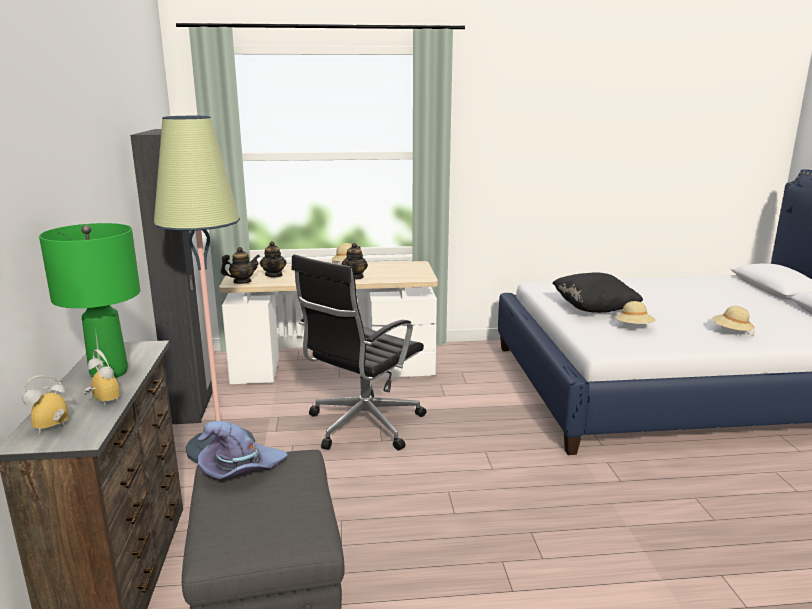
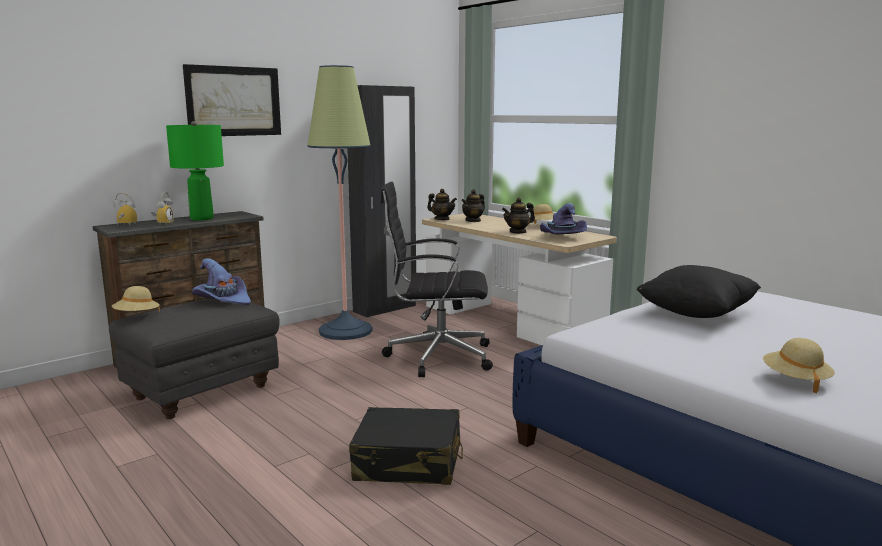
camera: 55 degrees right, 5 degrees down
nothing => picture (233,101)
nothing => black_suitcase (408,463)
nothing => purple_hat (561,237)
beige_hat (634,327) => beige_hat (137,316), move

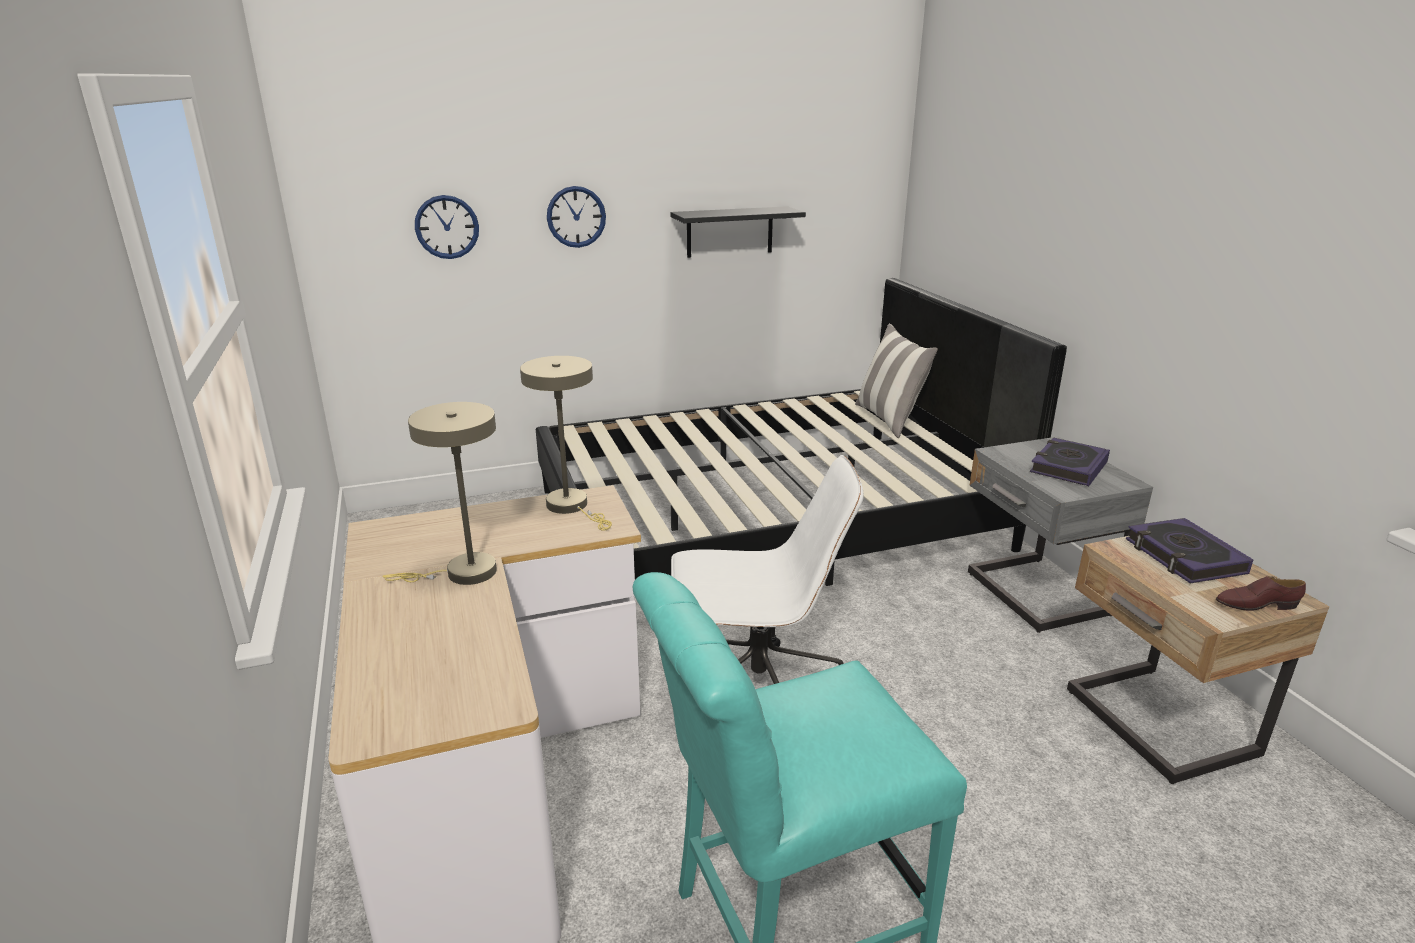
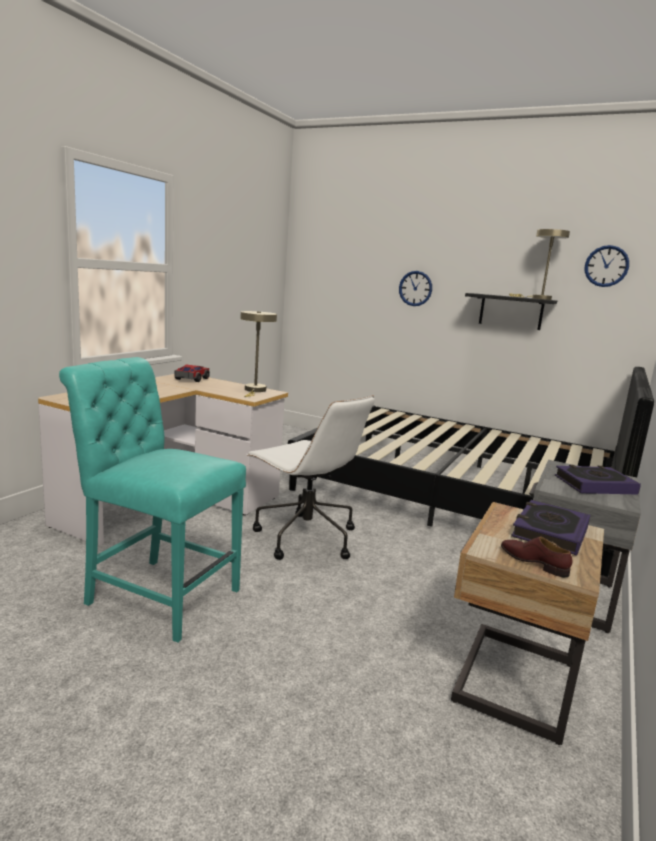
camera: 45 degrees right, 10 degrees down
pillow (889,420) => nothing
nothing => toy_car (191,379)
beige_table_lamp (462,573) => beige_table_lamp (537,298), move
wall_clock (447,227) => wall_clock (606,266), move

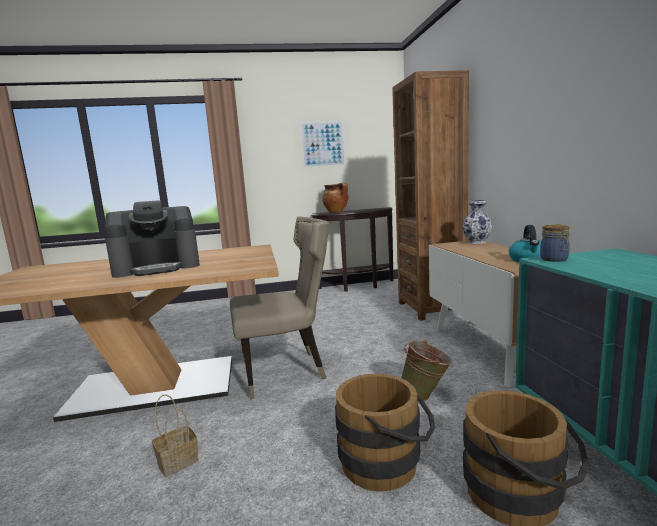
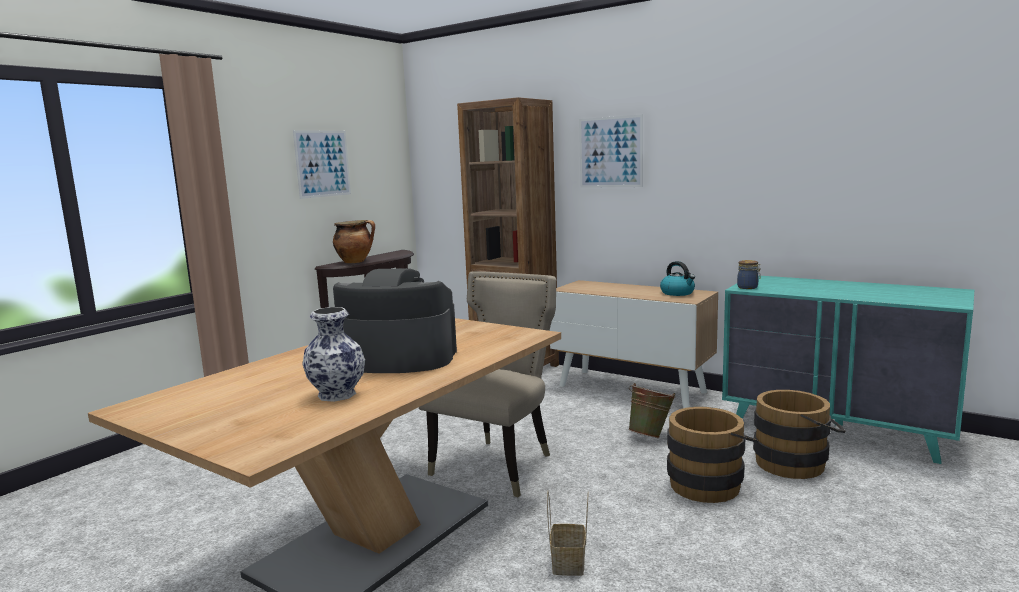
camera: 45 degrees left, 0 degrees up
nothing => picture (610,152)
vase (476,242) => vase (336,395), move
coffee_machine (158,267) => coffee_machine (397,358), 105 degrees counterclockwise

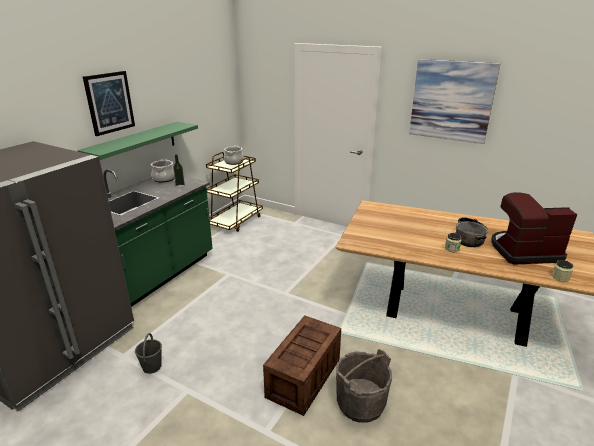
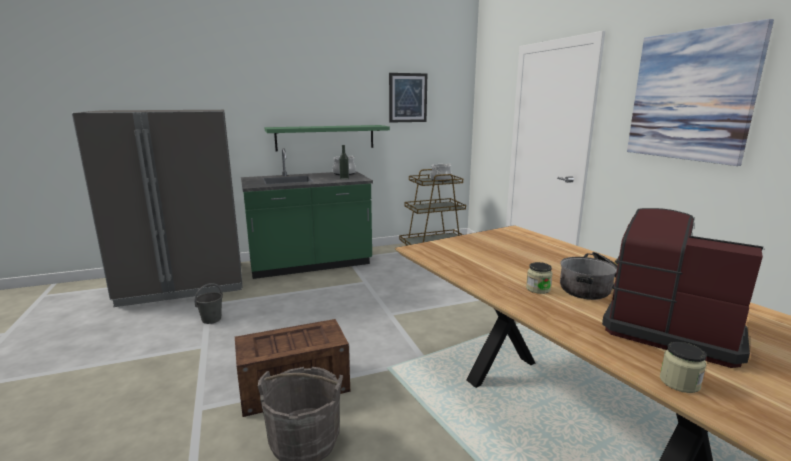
camera: 40 degrees right, 10 degrees down
picture (109,102) => picture (407,98), move

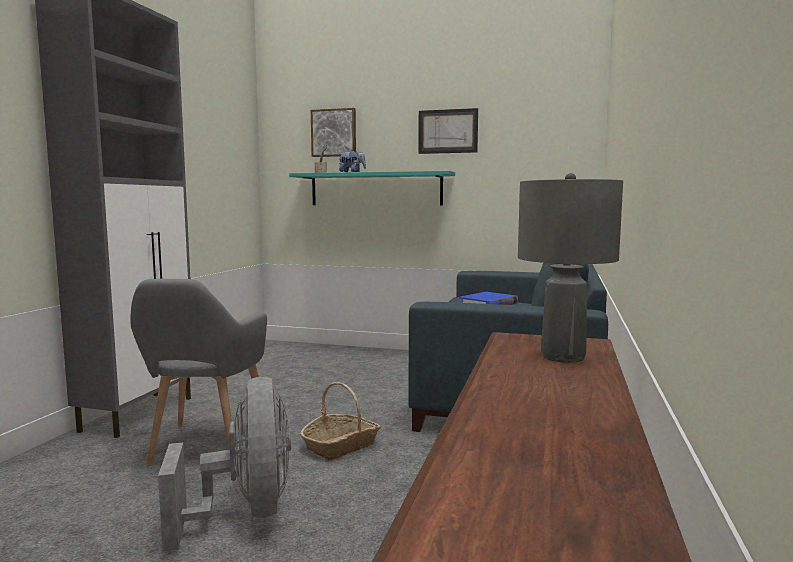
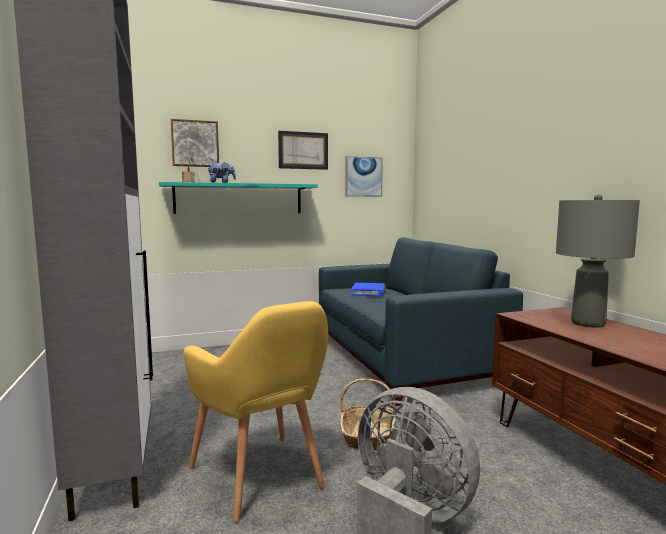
camera: 35 degrees left, 0 degrees up
nothing => picture (363,176)
grey_armchair (205,449) => yellow_armchair (262,481)

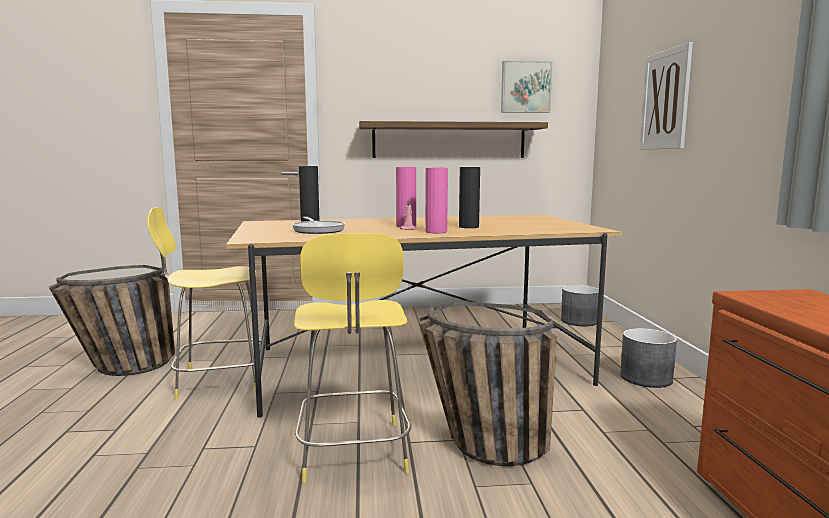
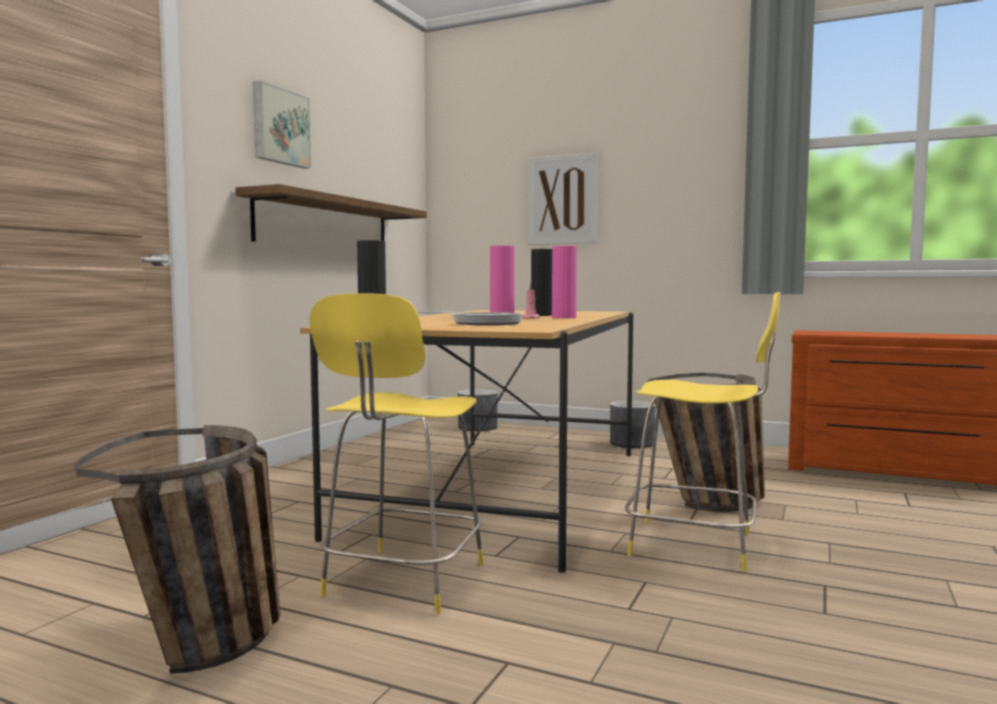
camera: 60 degrees left, 5 degrees down
picture (525,87) => picture (279,127), move

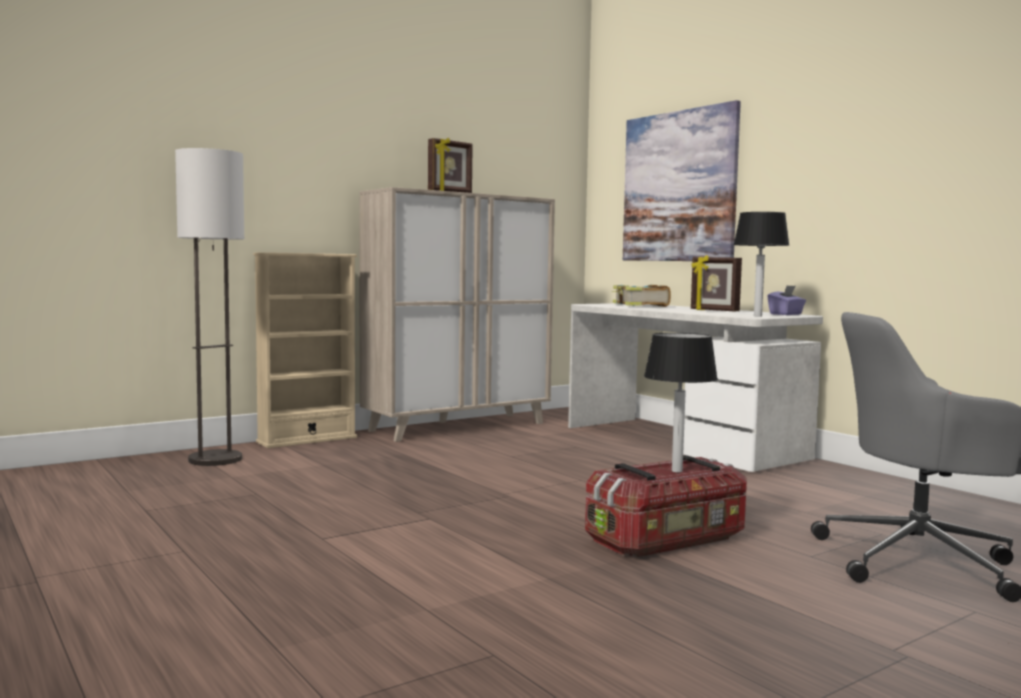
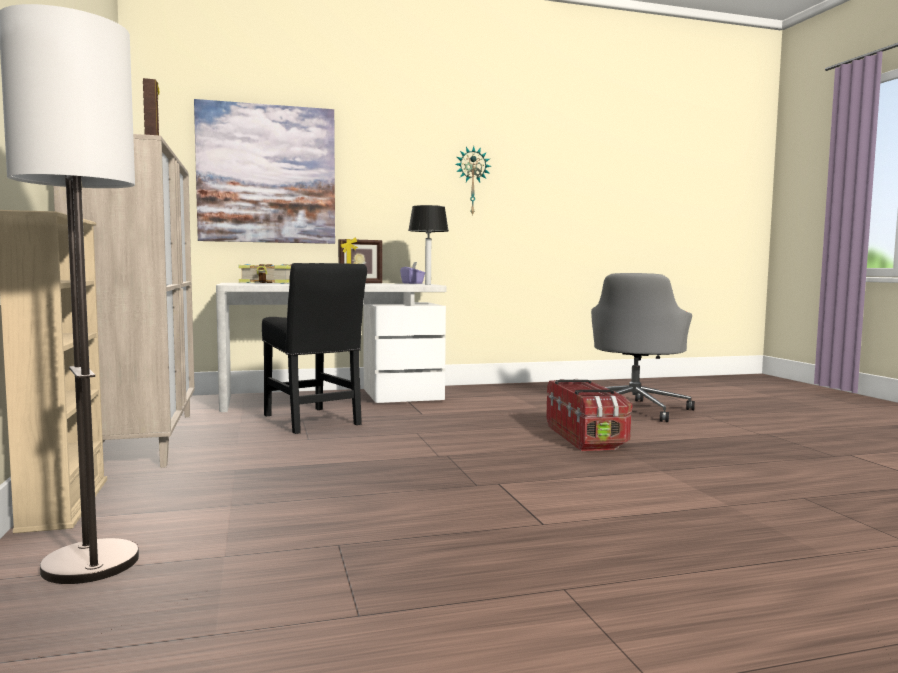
camera: 70 degrees left, 0 degrees up
table_lamp (676,471) => nothing
nothing => black_chair (312,421)
nothing => wall_clock (472,181)

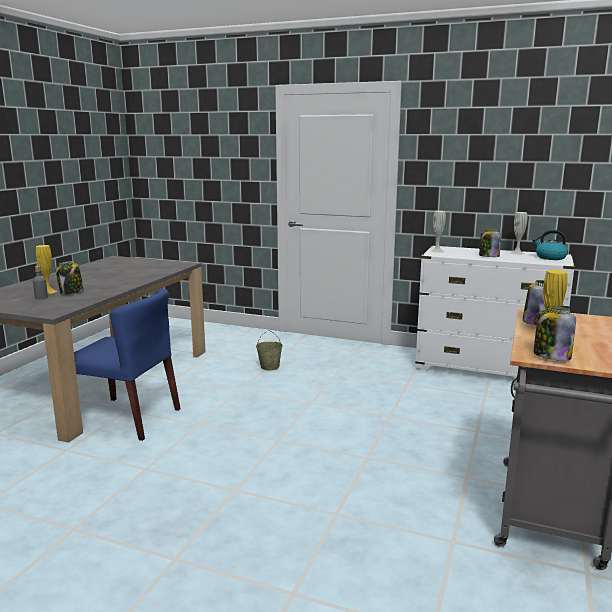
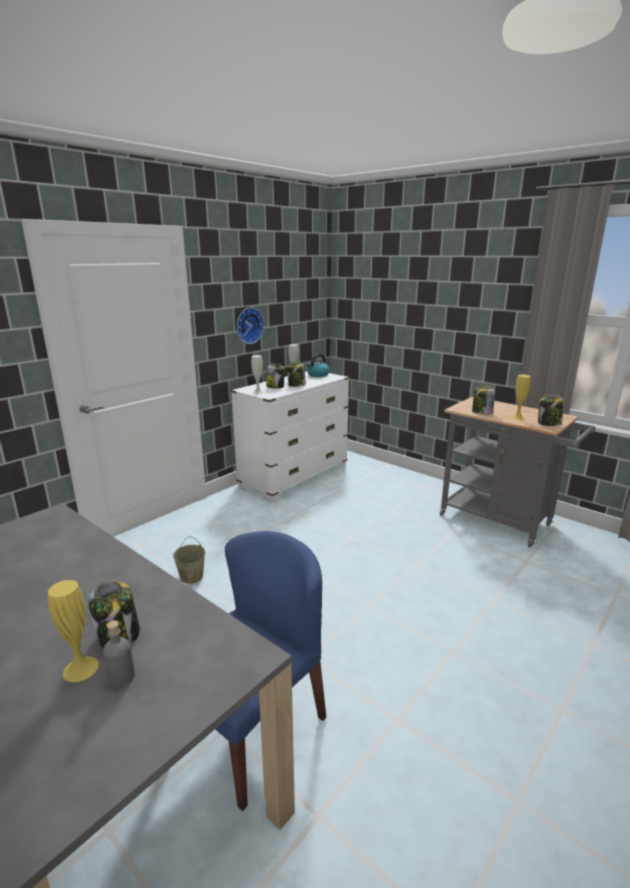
camera: 70 degrees left, 5 degrees up
nothing => wall_clock (248,325)
nothing => jar (275,386)

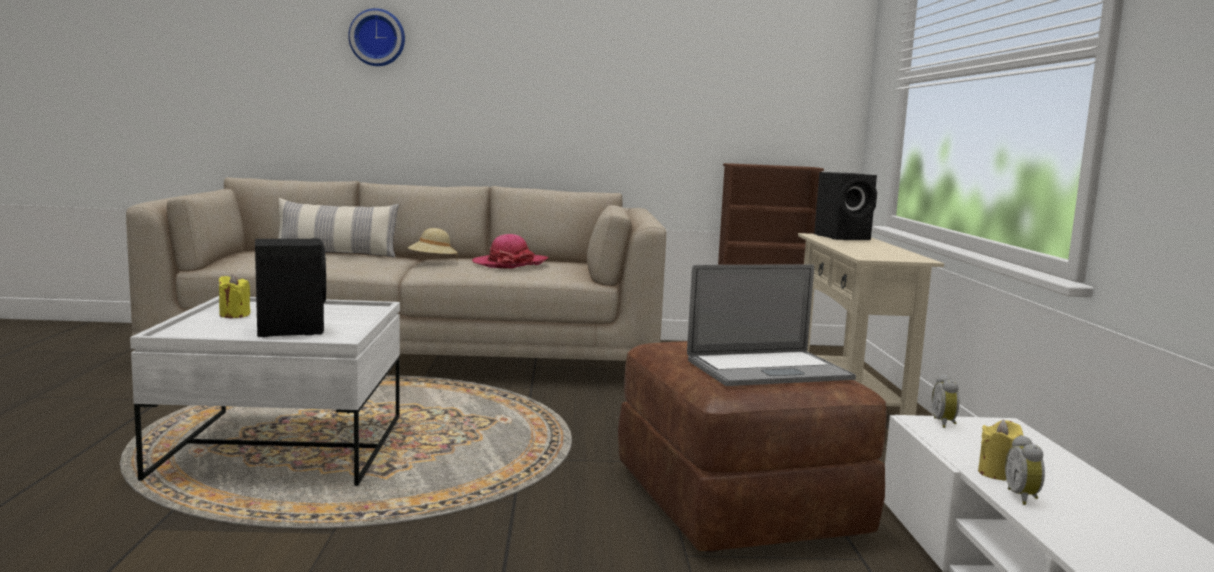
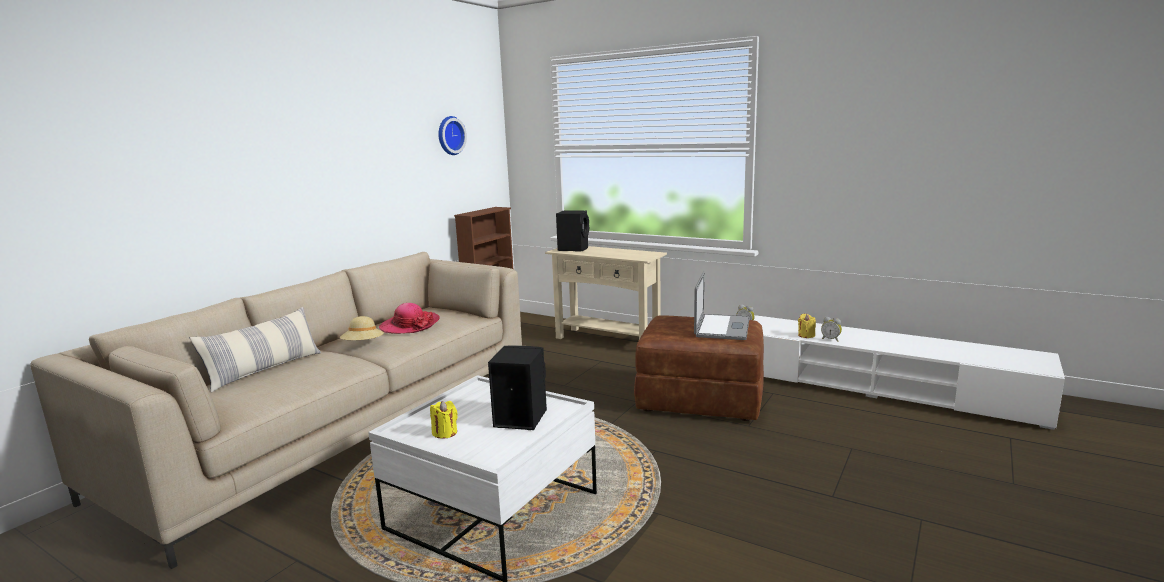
camera: 55 degrees left, 5 degrees up
wall_clock (377,38) => wall_clock (449,135), move

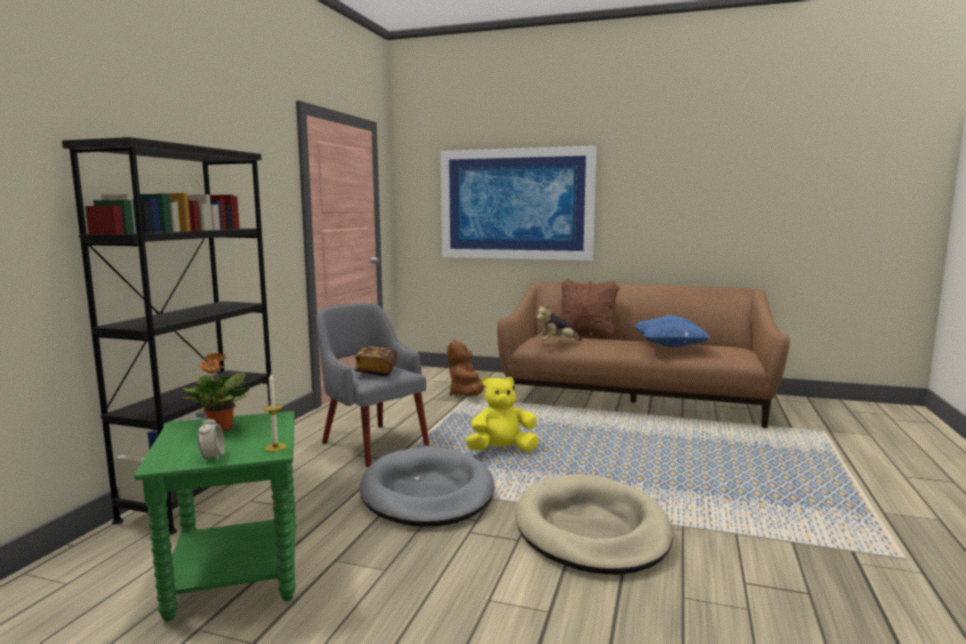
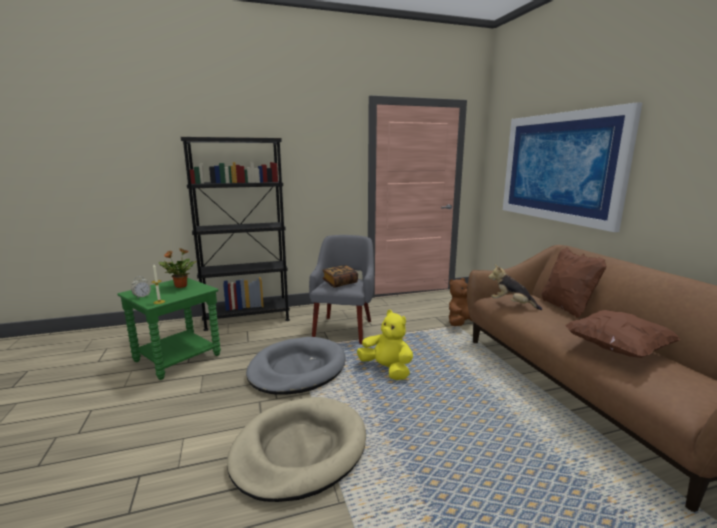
camera: 55 degrees right, 5 degrees up
blue_pillow (670,346) => brown_pillow (616,349)

